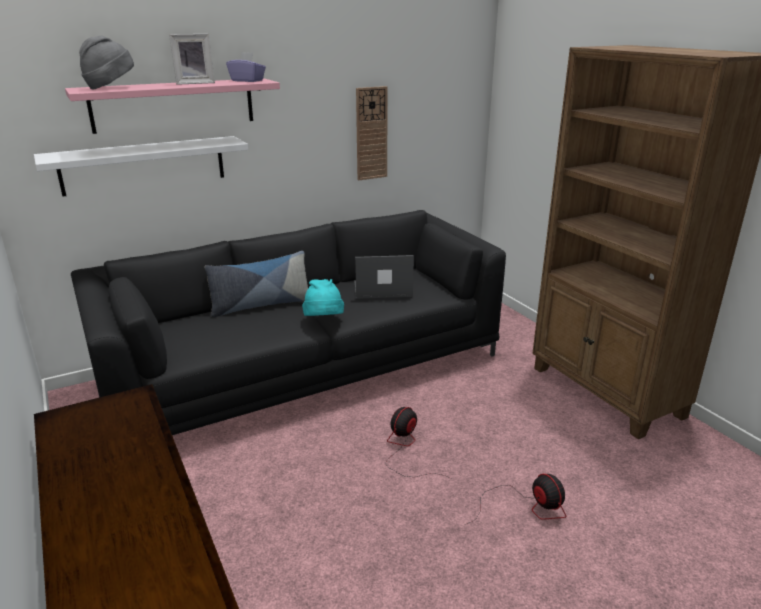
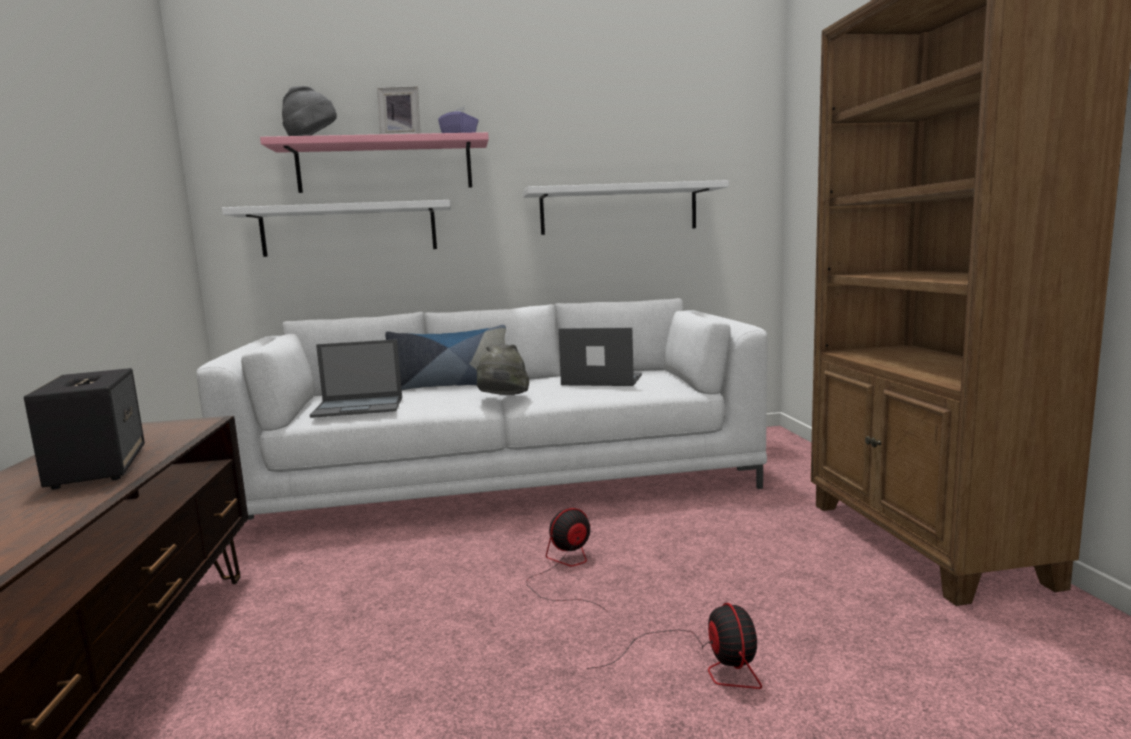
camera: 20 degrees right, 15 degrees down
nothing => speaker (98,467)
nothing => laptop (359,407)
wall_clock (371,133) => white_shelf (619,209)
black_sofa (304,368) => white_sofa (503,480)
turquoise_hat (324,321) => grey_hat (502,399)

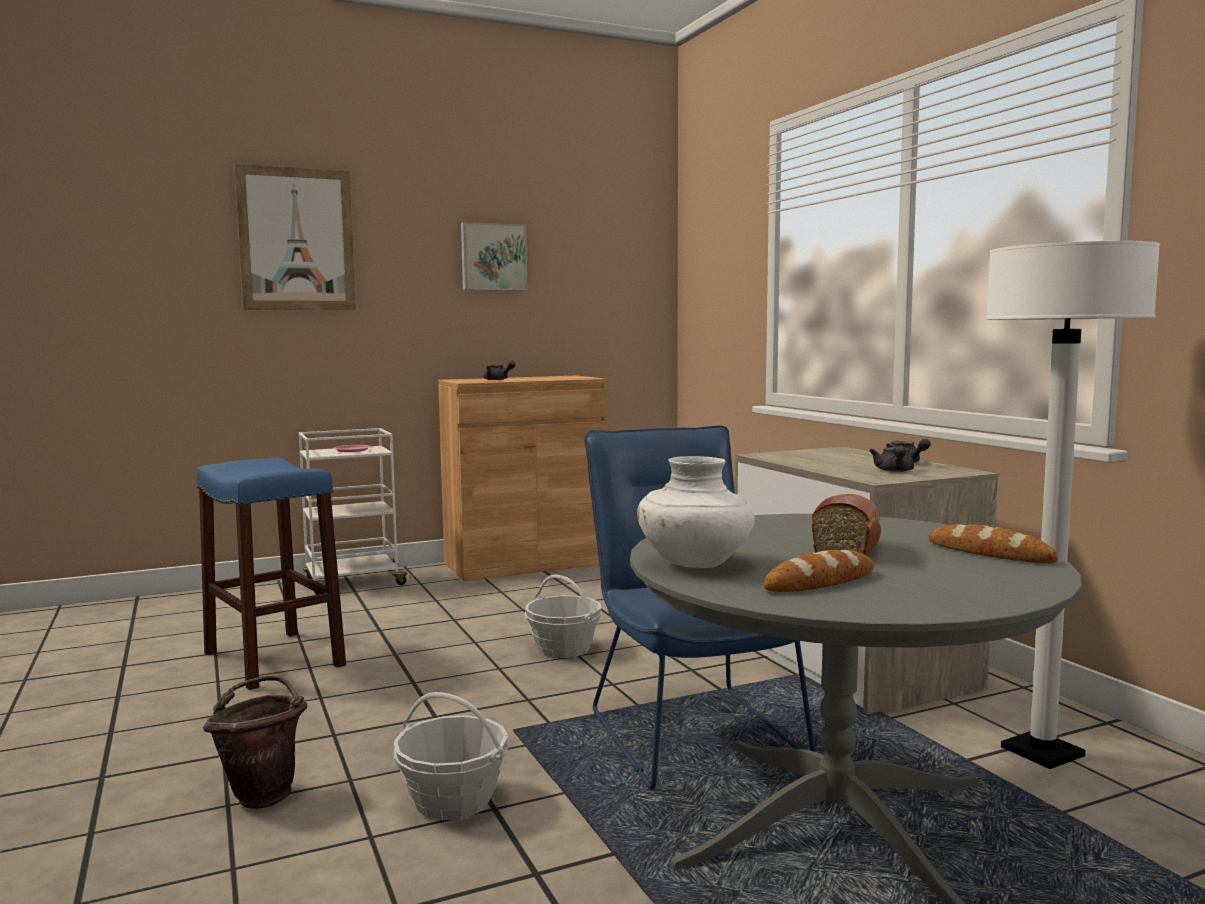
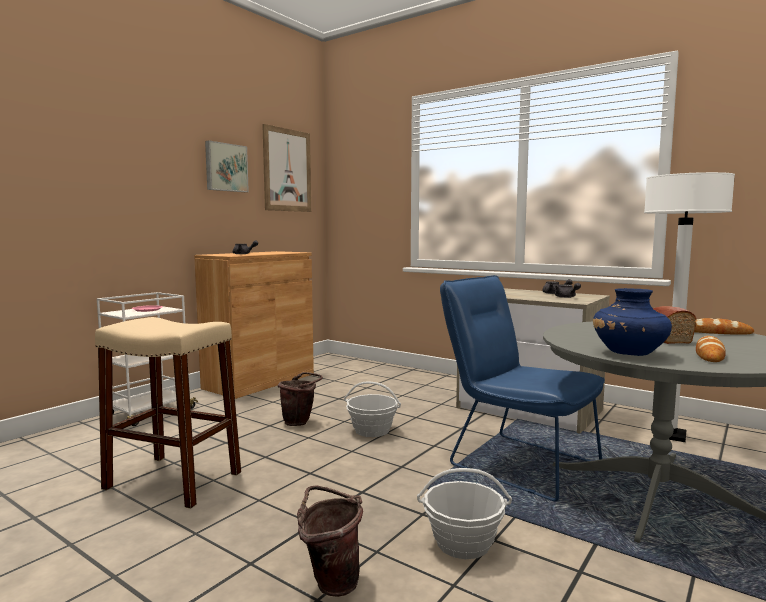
camera: 30 degrees left, 0 degrees up
nothing => brown_bucket (300,422)
picture (296,239) => picture (287,170), move
blue_stool (273,659) => beige_stool (173,480)
white_vase (696,563) => blue_vase (629,353)

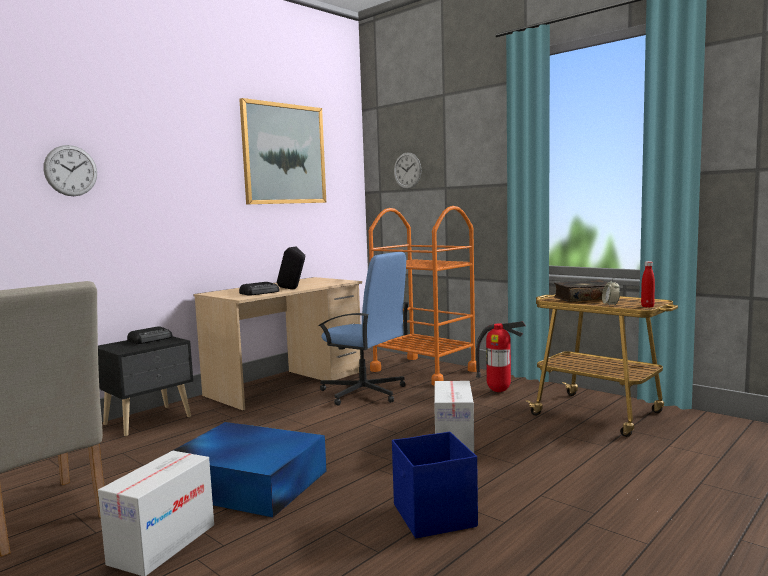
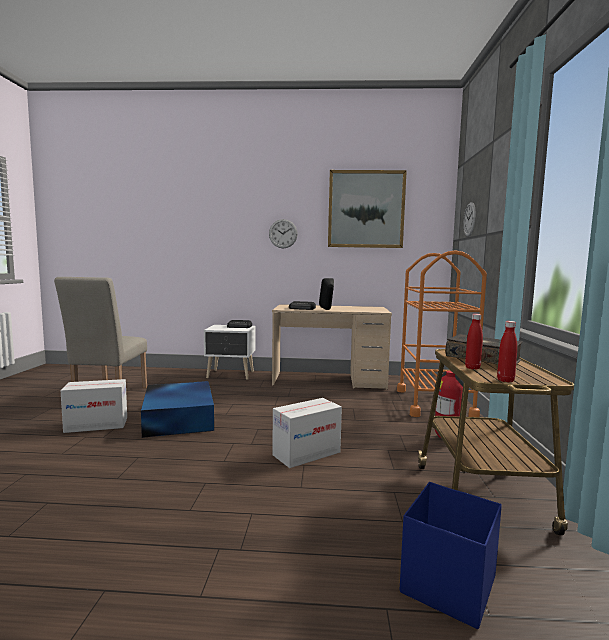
camera: 50 degrees right, 0 degrees up
blue_office_chair (364,393) => nothing
wall_clock (71,170) => wall_clock (283,233), move
blue_storage_box (434,516) => blue_storage_box (447,585), move
alarm_clock (610,304) => red_bottle (472,368)
black_nightstand (149,420) => white_nightstand (231,375)

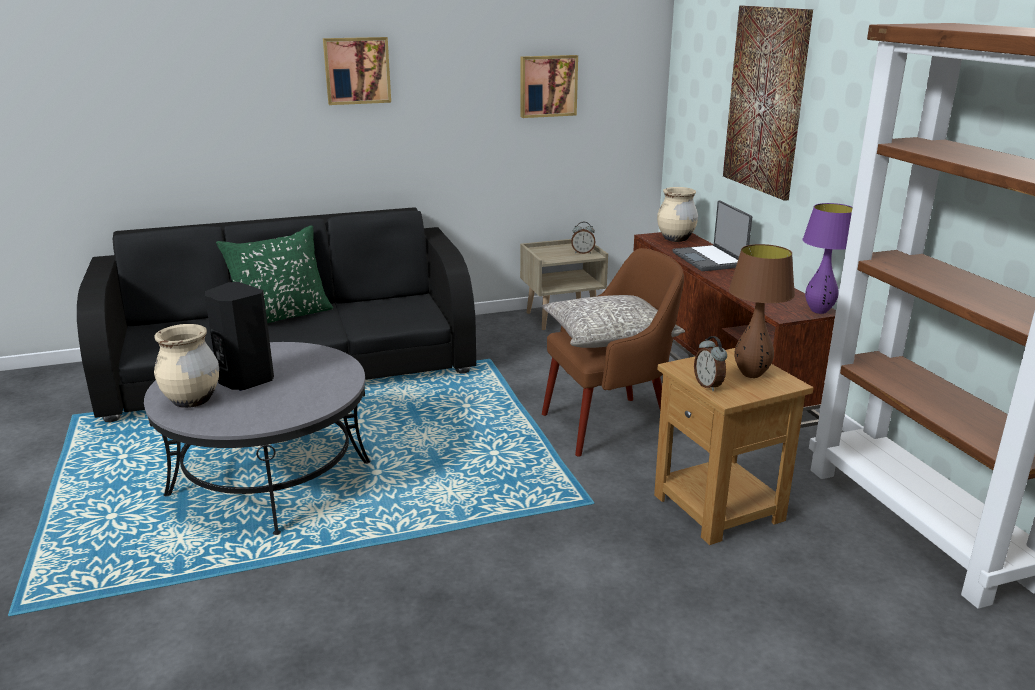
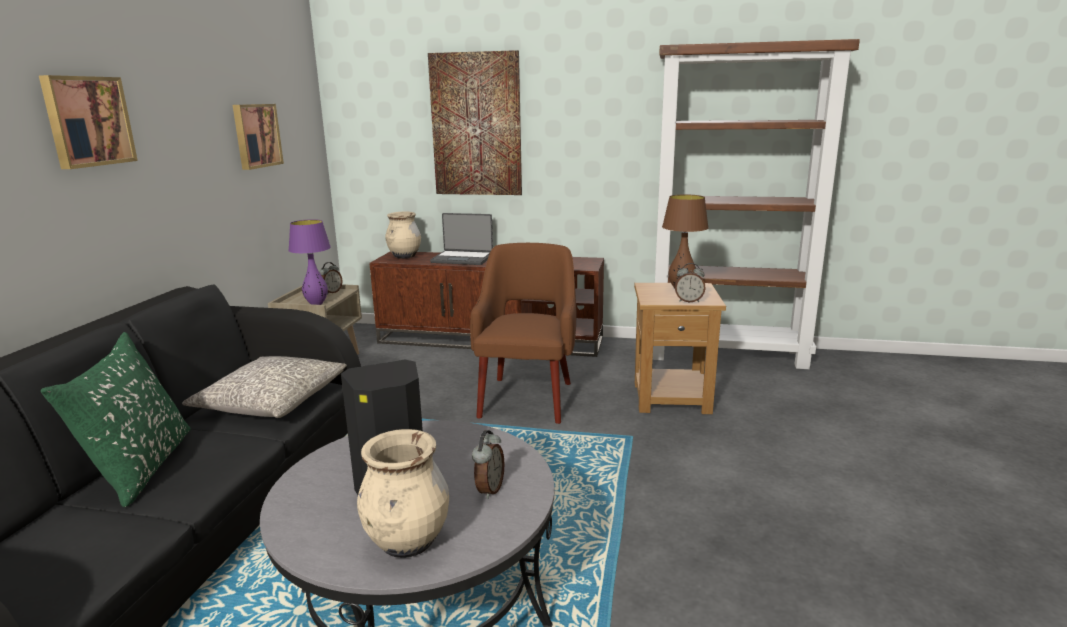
camera: 60 degrees left, 5 degrees down
nothing => alarm_clock (489,489)
grey_pillow (610,336) => grey_pillow (272,401), move
purple_table_lamp (819,311) => purple_table_lamp (316,303), move

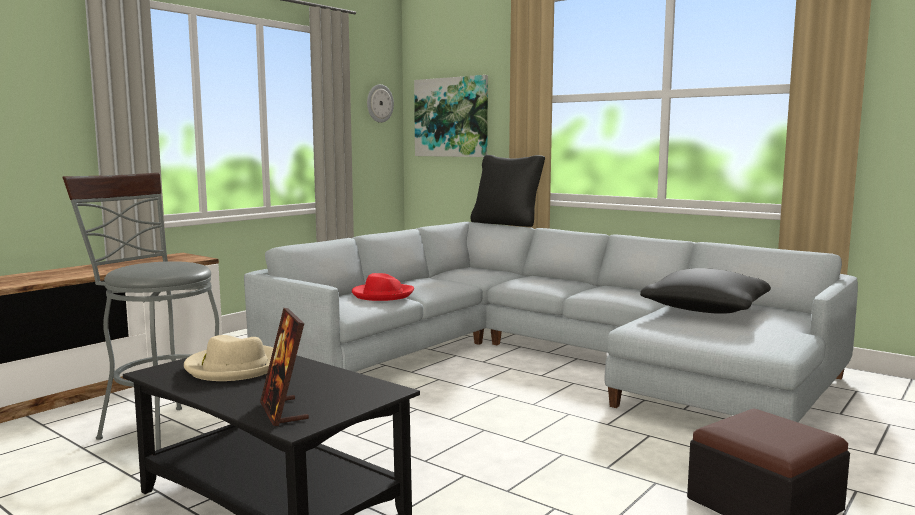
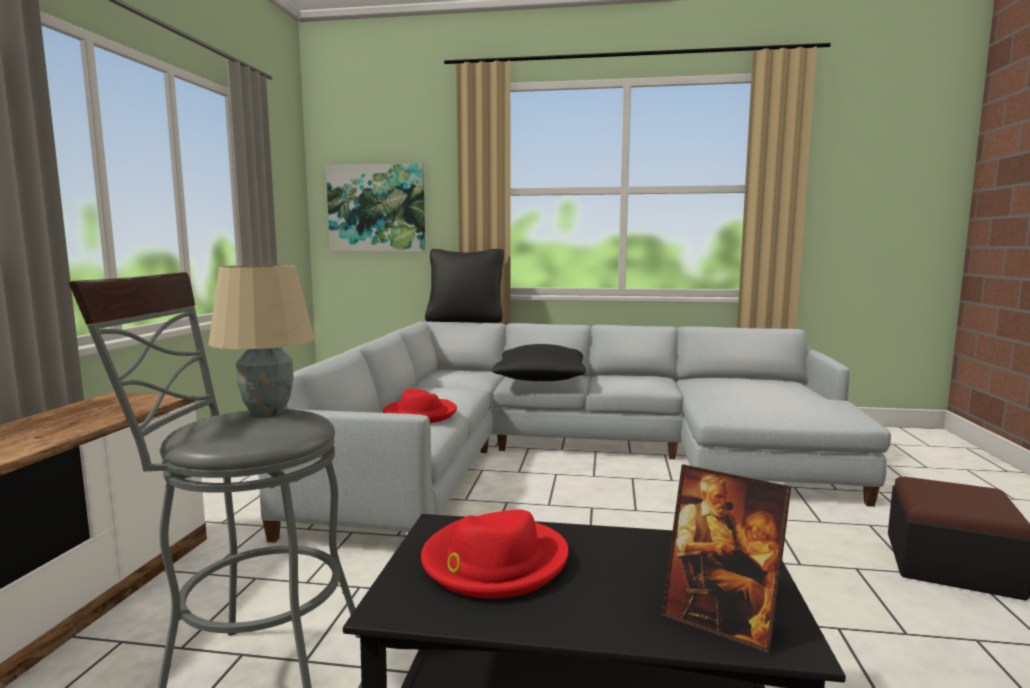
camera: 30 degrees left, 0 degrees up
wall_clock (379,103) => nothing
nothing => beige_table_lamp (266,412)
black_pillow (706,309) => black_pillow (540,379), move
beige_hat (234,367) => red_hat (493,562)

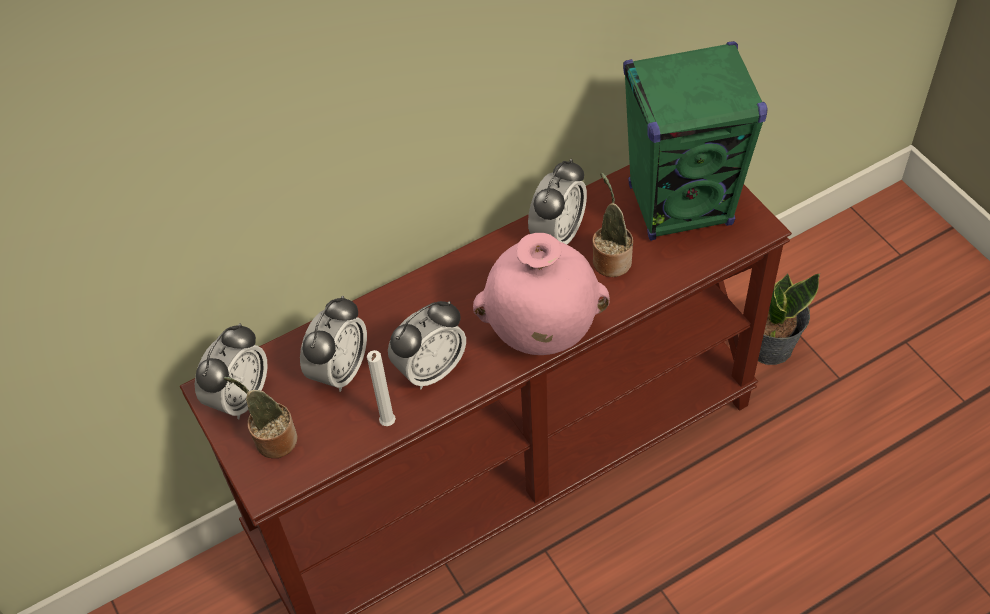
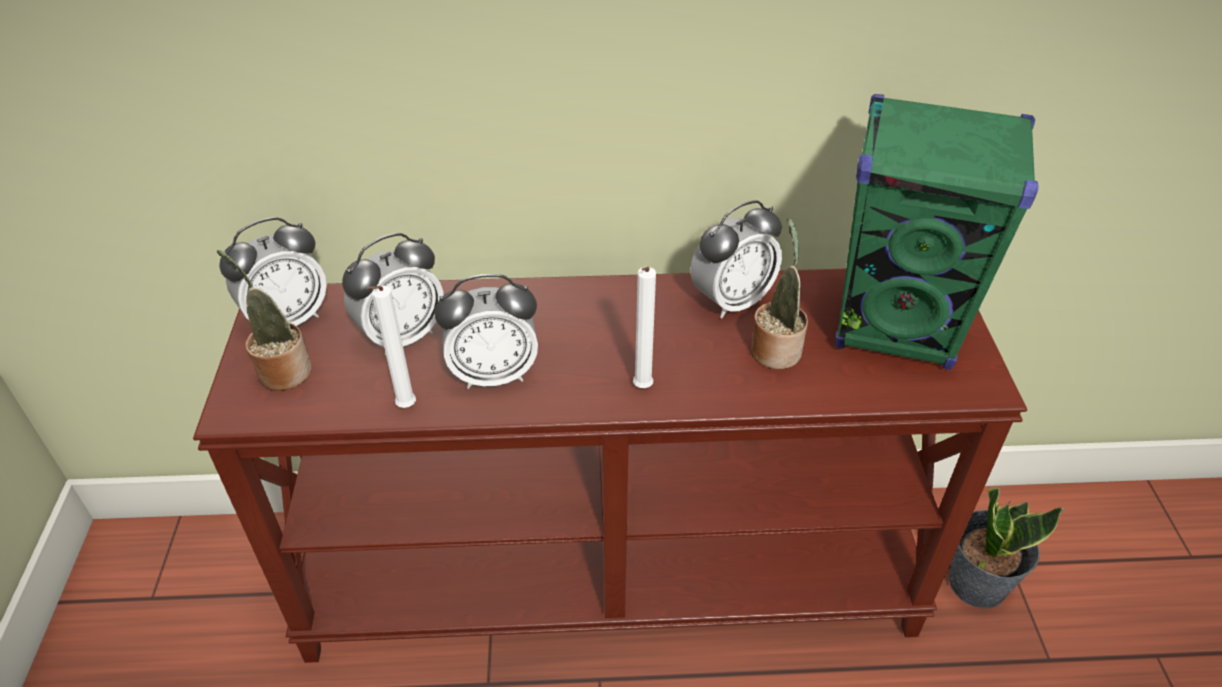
camera: 25 degrees right, 10 degrees down
pink_vase (541,333) => white_candle (641,389)

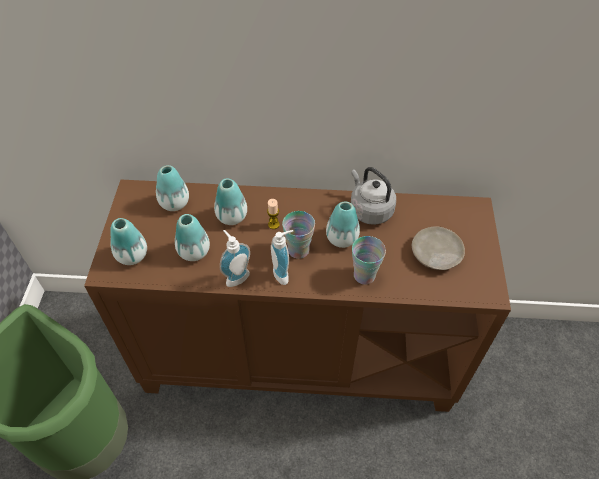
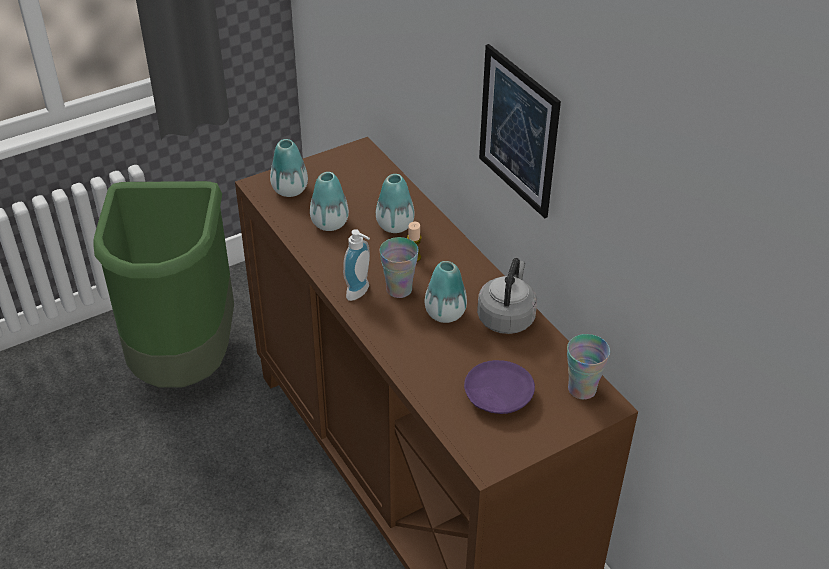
camera: 55 degrees right, 10 degrees down
vase (174,203) => nothing
soap_dispenser (236,276) => nothing
nothing => picture (518,131)
cup (364,275) => cup (582,389), move
beige_plate (435,254) => purple_plate (497,395)

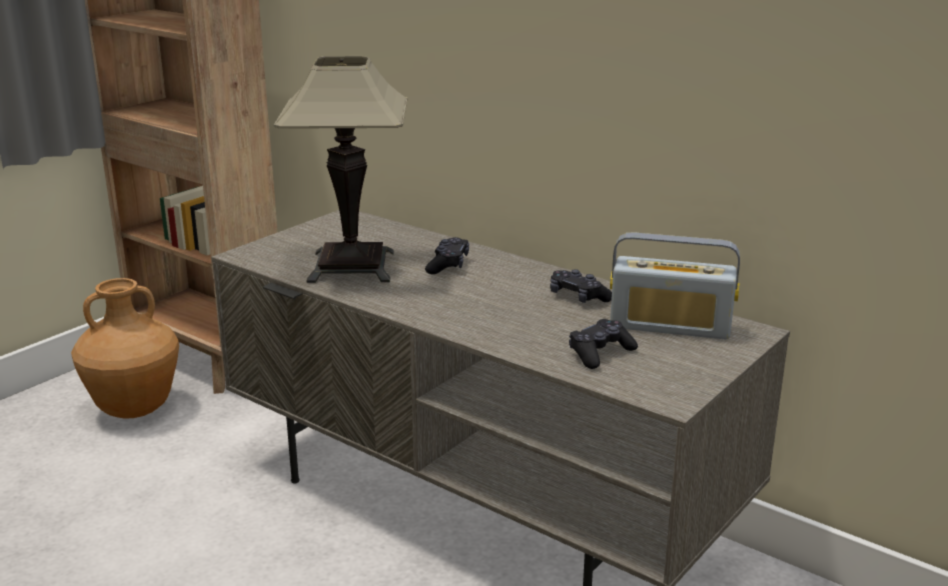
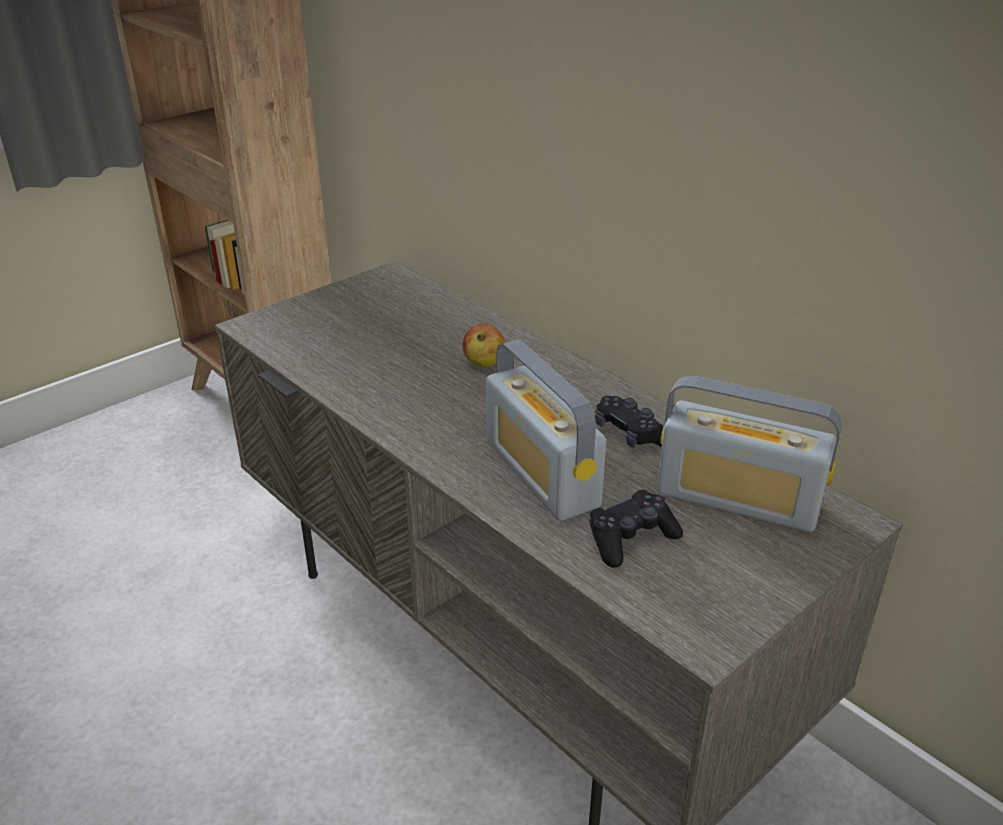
camera: 10 degrees right, 10 degrees up
brown_vase (135,409) => nothing
table_lamp (351,266) => nothing
nothing => radio (541,473)
black_game_controller (448,265) => apple (484,363)

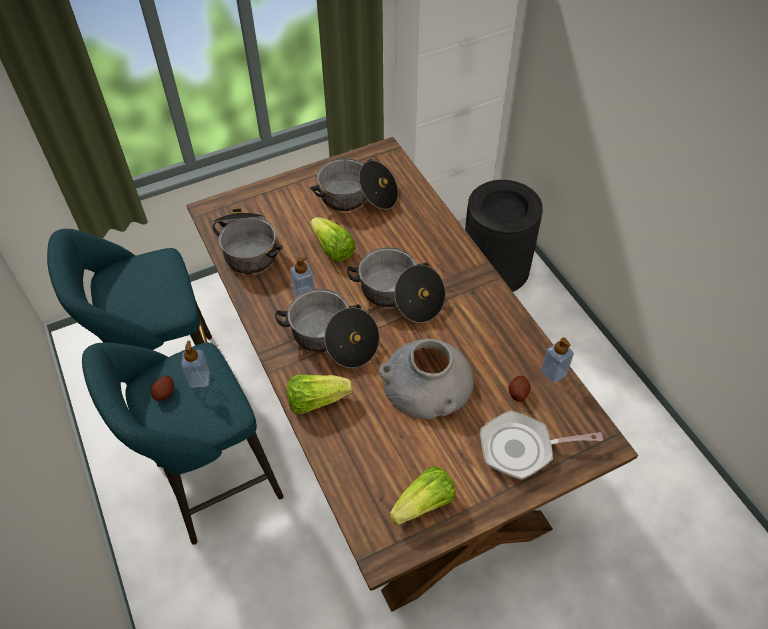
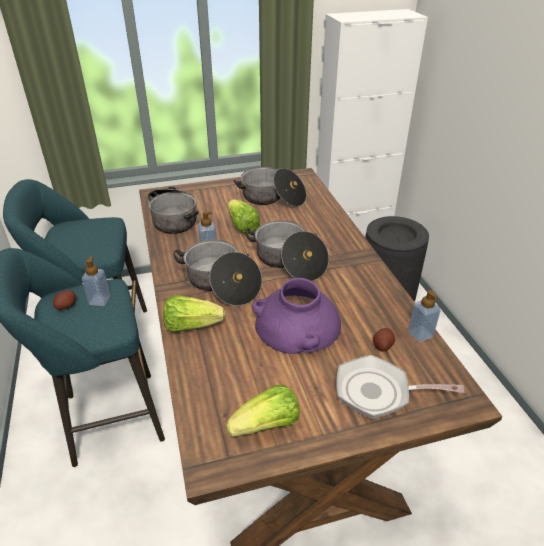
camera: 10 degrees right, 15 degrees down
grey_vase (427,382) => purple_vase (297,325)

